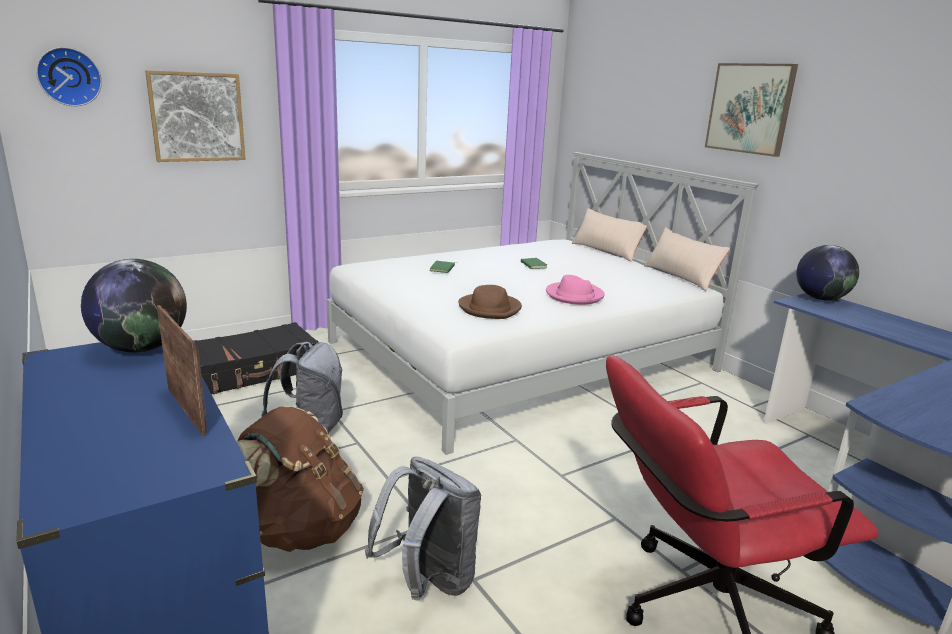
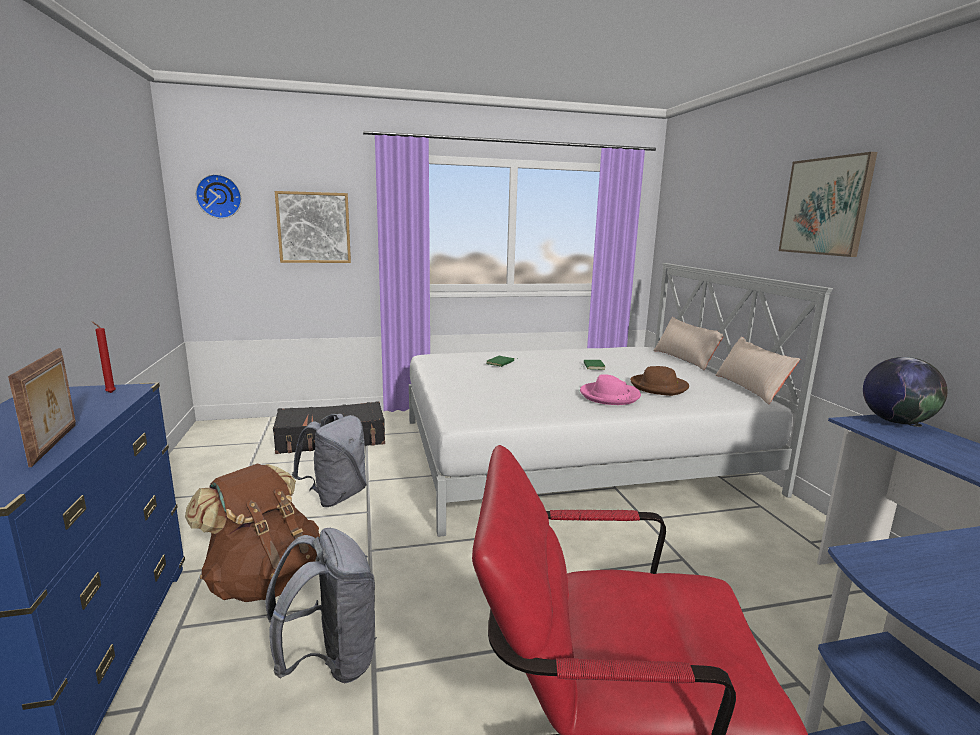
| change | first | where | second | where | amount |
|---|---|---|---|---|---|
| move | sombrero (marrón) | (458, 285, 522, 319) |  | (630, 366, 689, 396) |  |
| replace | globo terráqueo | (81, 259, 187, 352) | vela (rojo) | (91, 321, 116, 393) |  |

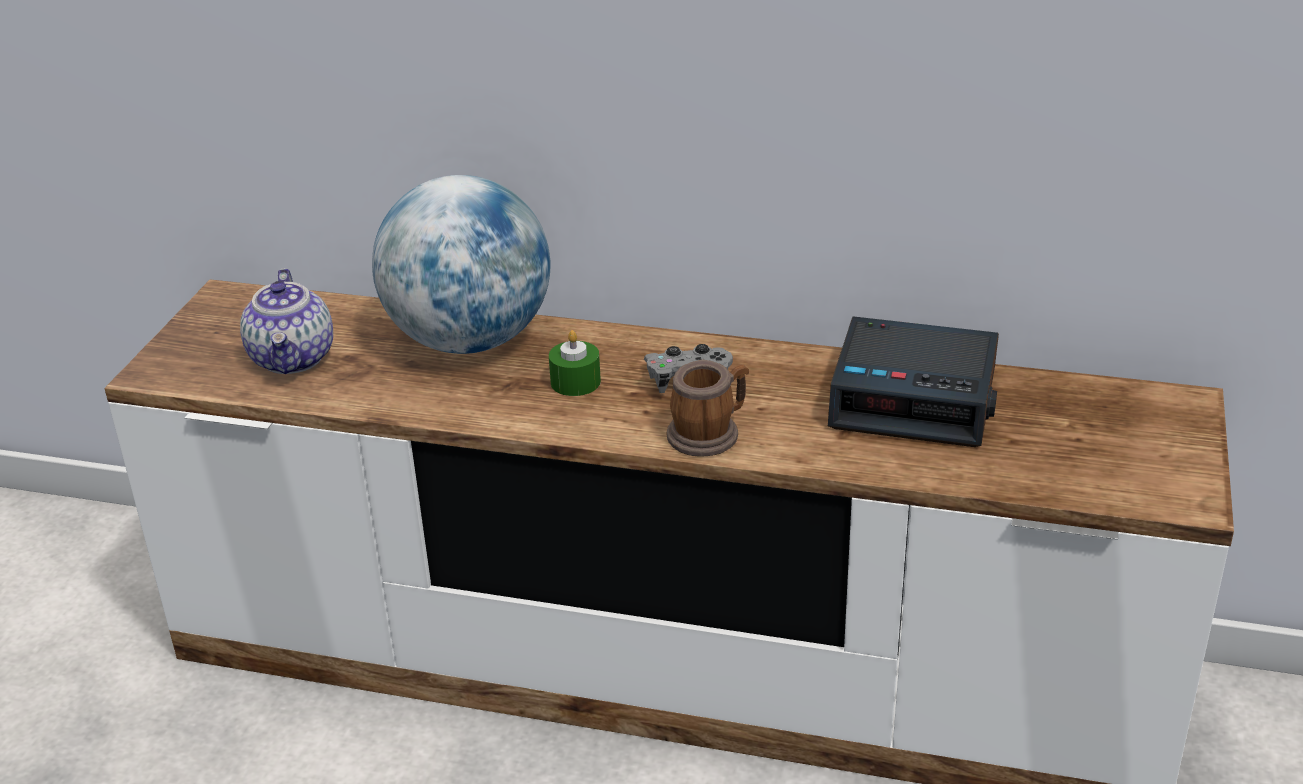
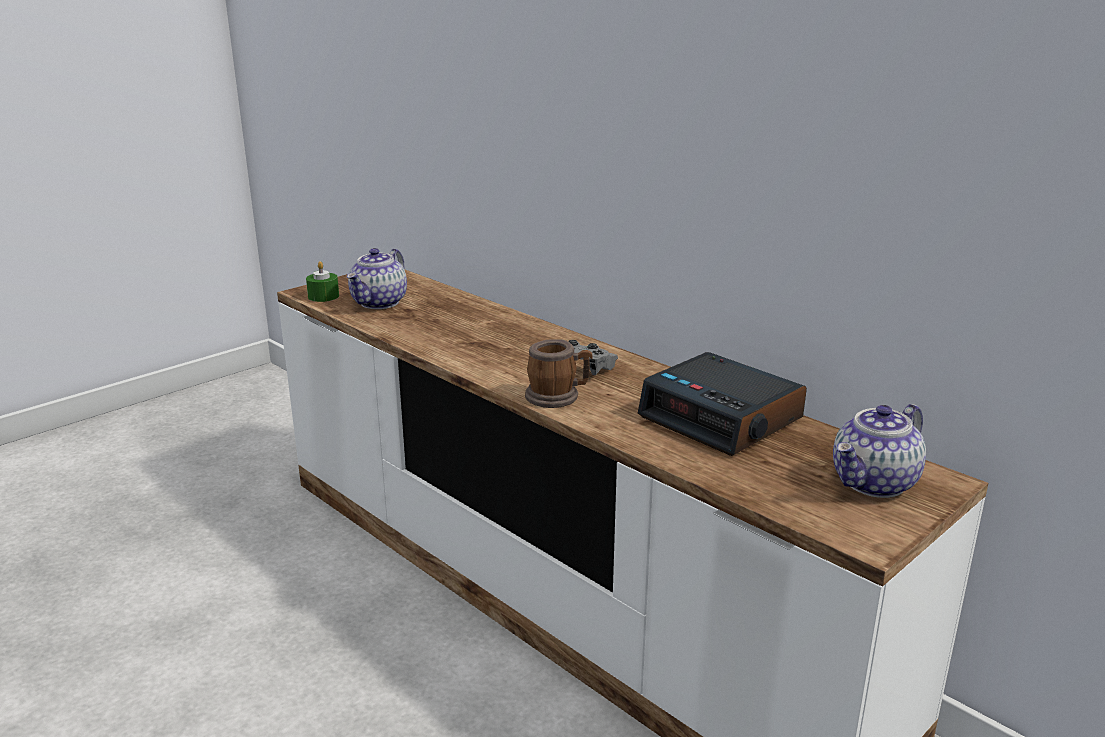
| change | first | where | second | where | amount |
|---|---|---|---|---|---|
| delete | globo terráqueo | (372, 175, 550, 354) |  |  |  |
| insert |  |  | tetera | (833, 404, 926, 498) |  |
| move | vela (verde) | (549, 330, 601, 396) |  | (306, 261, 339, 302) |  |

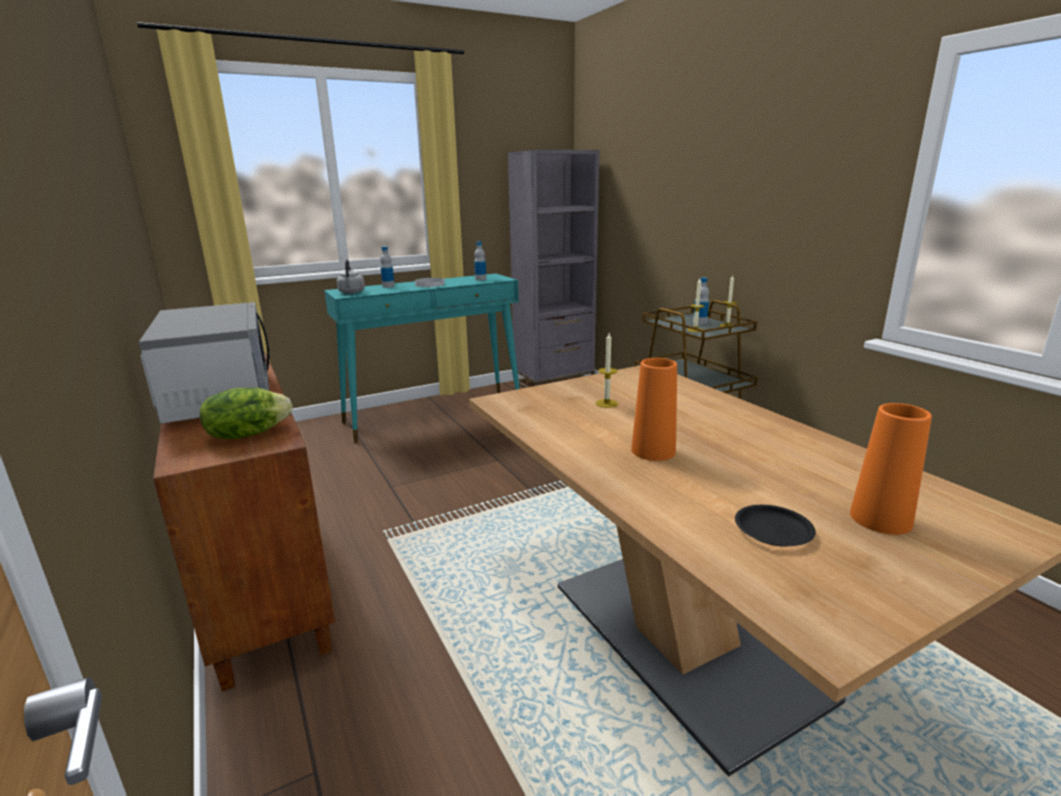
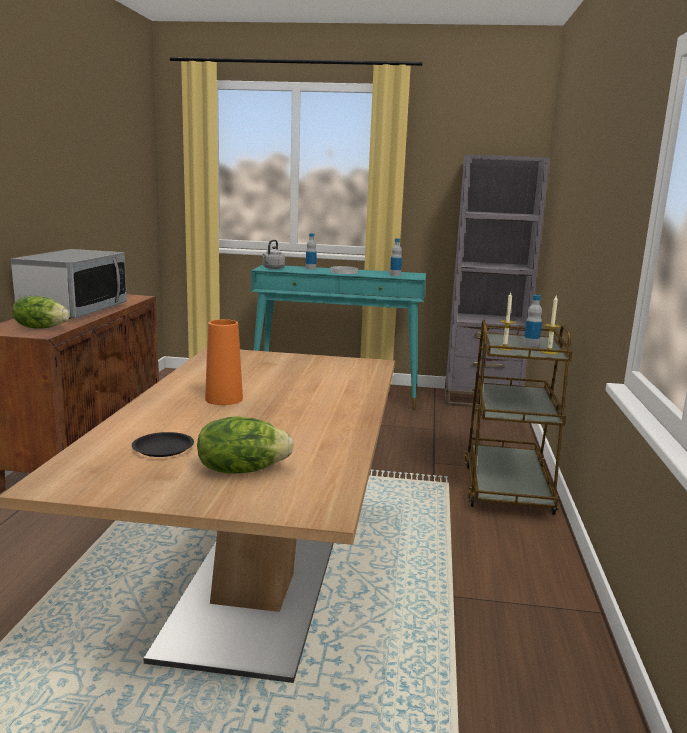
| change | first | where | second | where | amount |
|---|---|---|---|---|---|
| delete | vela | (596, 333, 618, 408) |  |  |  |
| replace | florero (naranja) | (850, 403, 932, 535) | lechuga | (197, 416, 294, 474) |  |

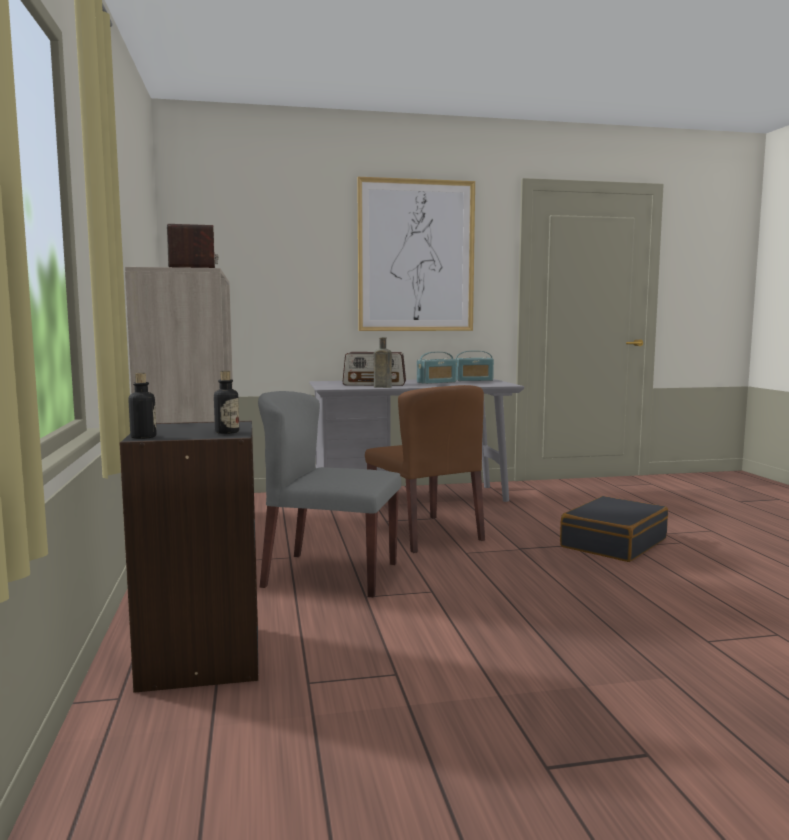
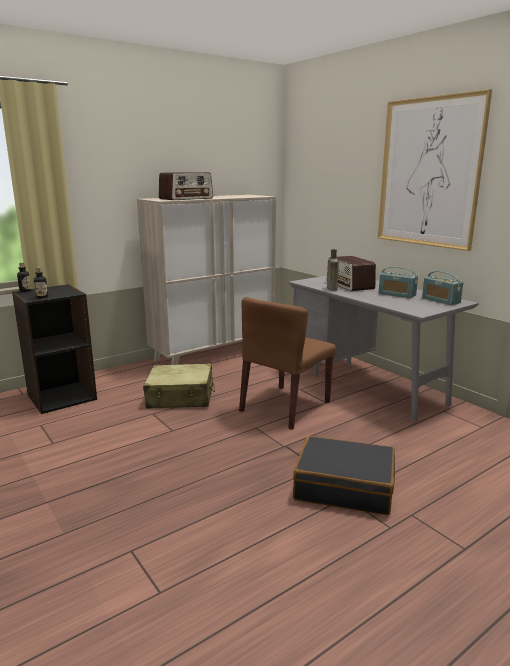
| change | first | where | second | where | amount |
|---|---|---|---|---|---|
| replace | silla (gris) | (258, 391, 401, 598) | maleta (beis) | (143, 363, 215, 408) |  |

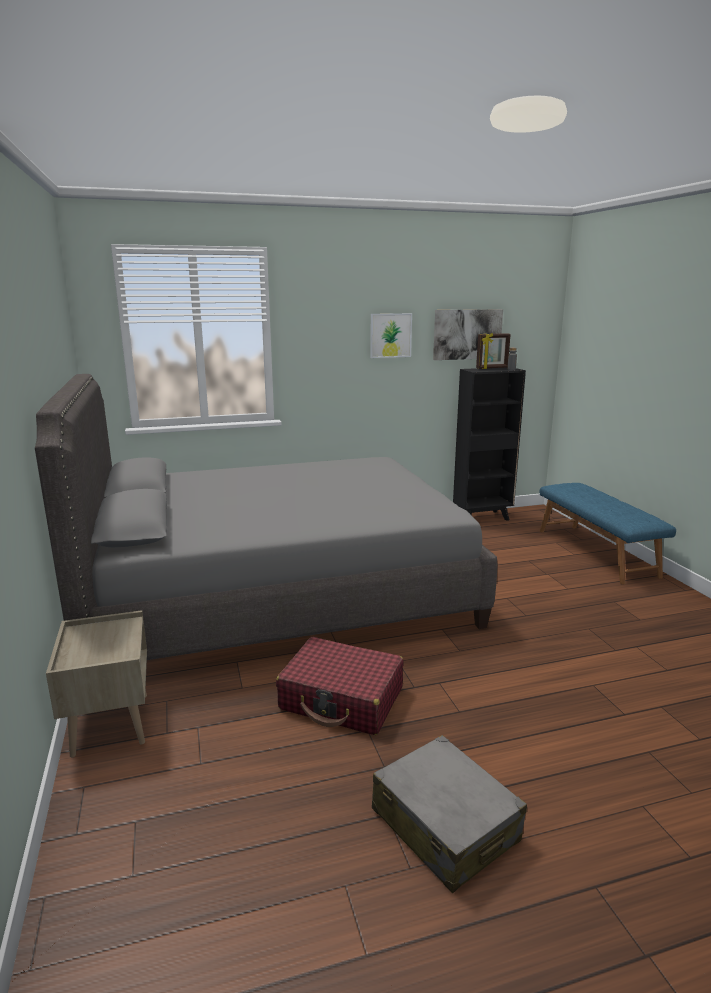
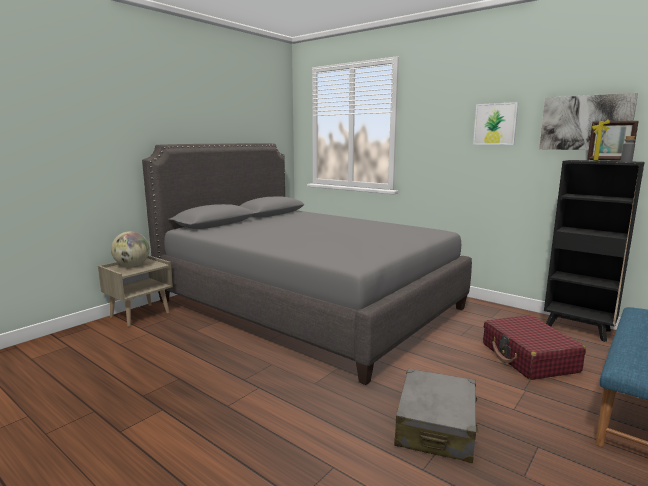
| change | first | where | second | where | amount |
|---|---|---|---|---|---|
| insert |  |  | globo terráqueo | (111, 231, 150, 267) |  |
| move | maleta (rojo) | (276, 637, 403, 735) |  | (483, 315, 586, 380) |  |
| move | maleta (gris) | (372, 735, 527, 893) |  | (394, 369, 479, 463) |  |

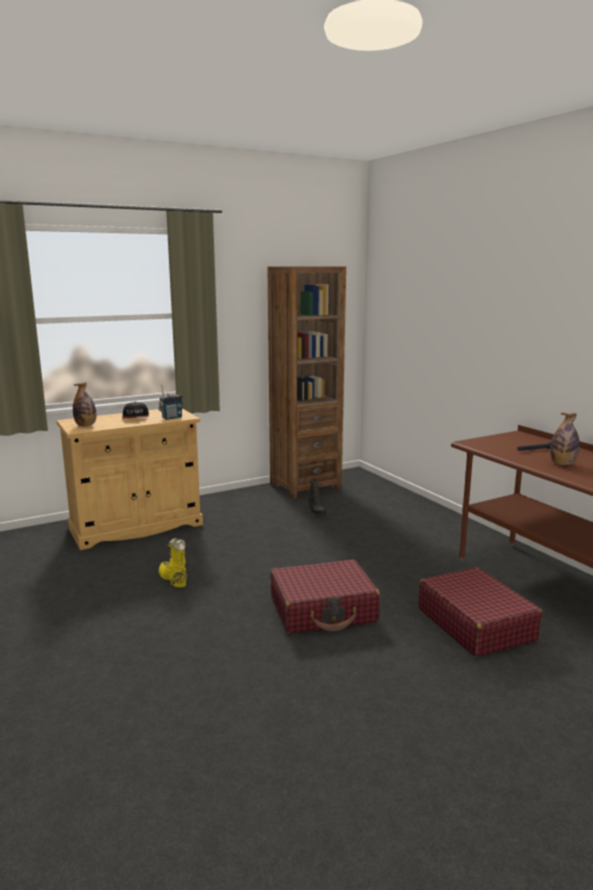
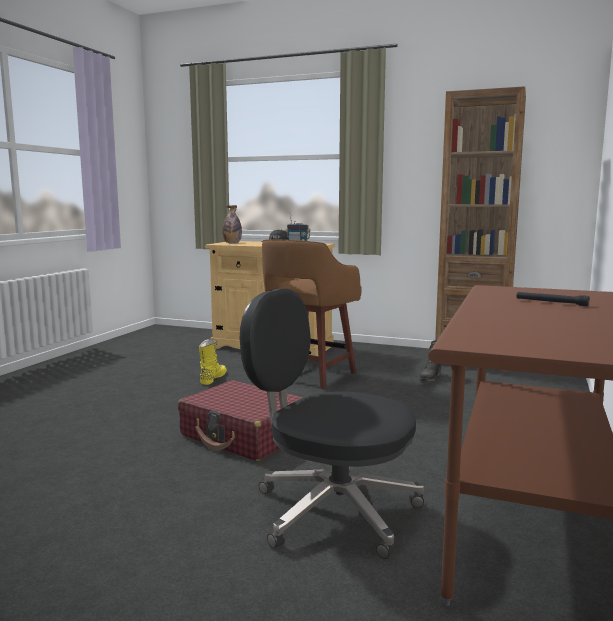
| change | first | where | second | where | amount |
|---|---|---|---|---|---|
| delete | botella | (550, 412, 580, 465) |  |  |  |
| insert |  |  | taburete (marrón) | (262, 239, 362, 389) |  |
| replace | maleta (rojo) | (419, 567, 542, 657) | silla de oficina (negro) | (240, 289, 424, 559) |  |

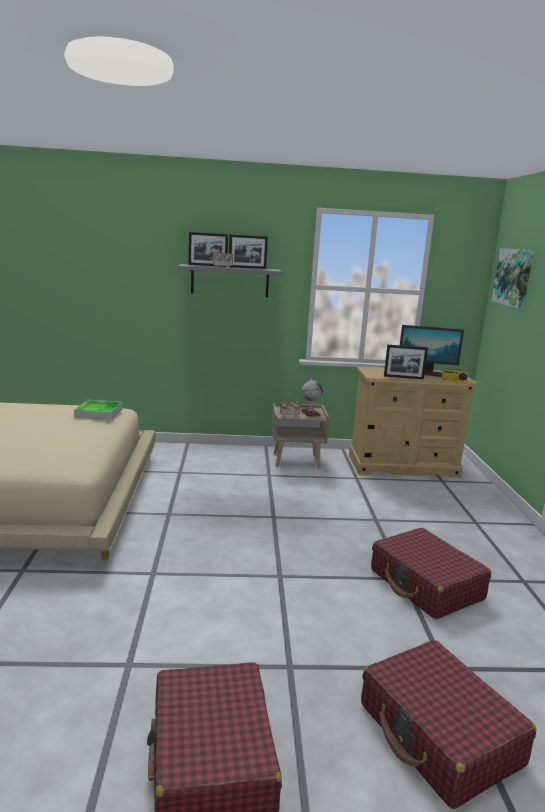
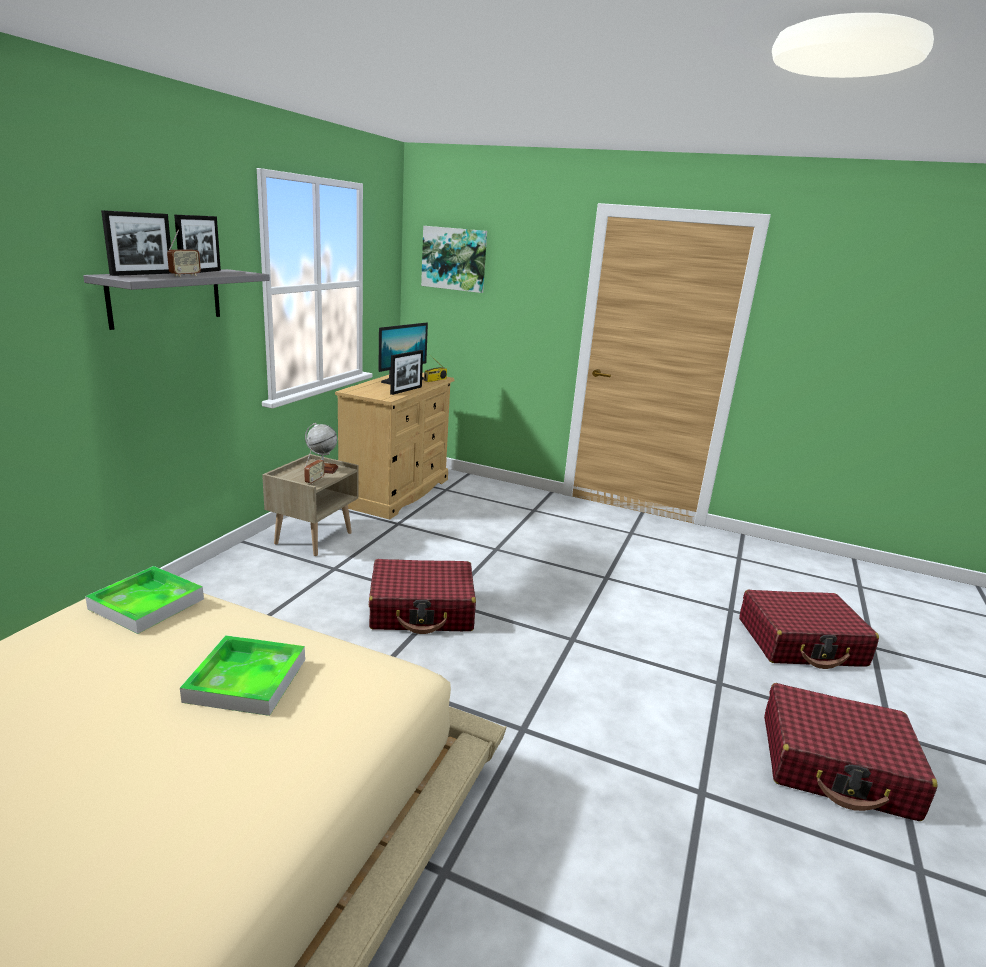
| change | first | where | second | where | amount |
|---|---|---|---|---|---|
| insert |  |  | bandeja | (180, 635, 305, 716) |  |
| move | maleta (rojo) | (371, 528, 491, 619) |  | (369, 559, 476, 634) |  |

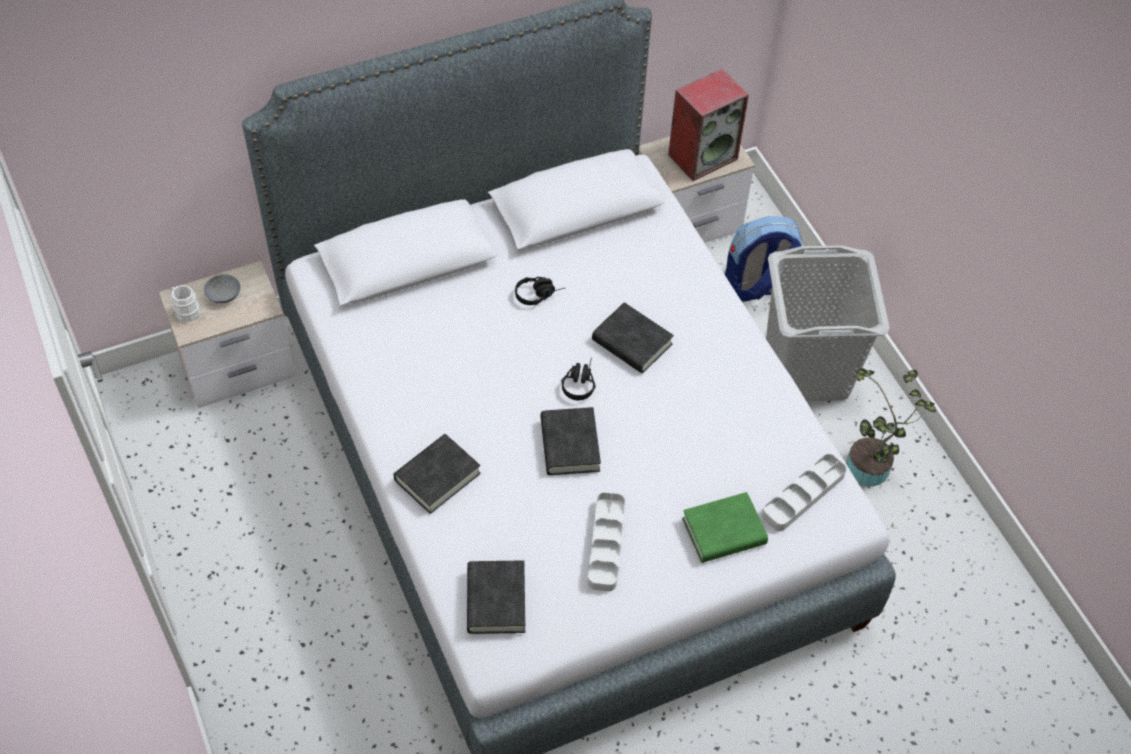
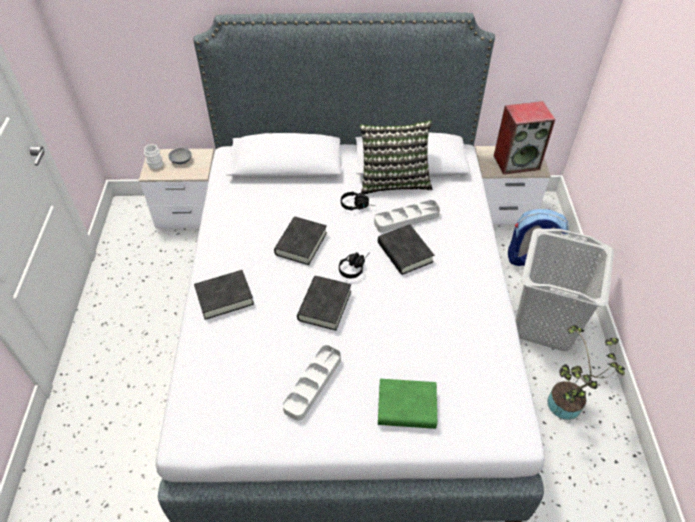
| change | first | where | second | where | amount |
|---|---|---|---|---|---|
| insert |  |  | cojín | (360, 120, 433, 195) |  |
| move | libro (negro) | (467, 560, 525, 634) |  | (274, 217, 327, 265) |  |
| move | bandeja (gris) | (762, 454, 846, 531) |  | (374, 200, 440, 233) |  |

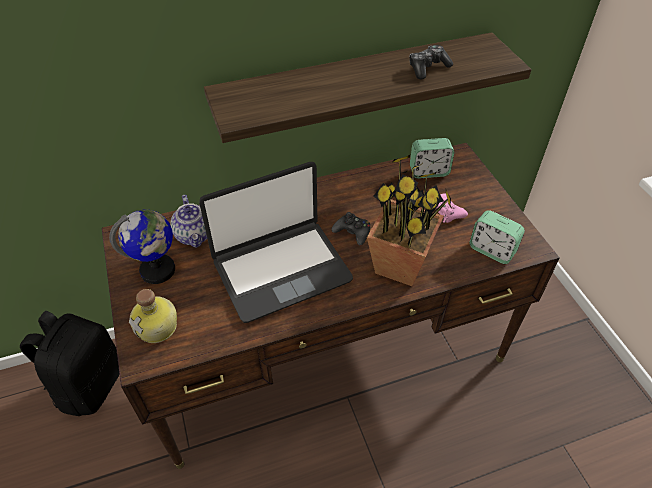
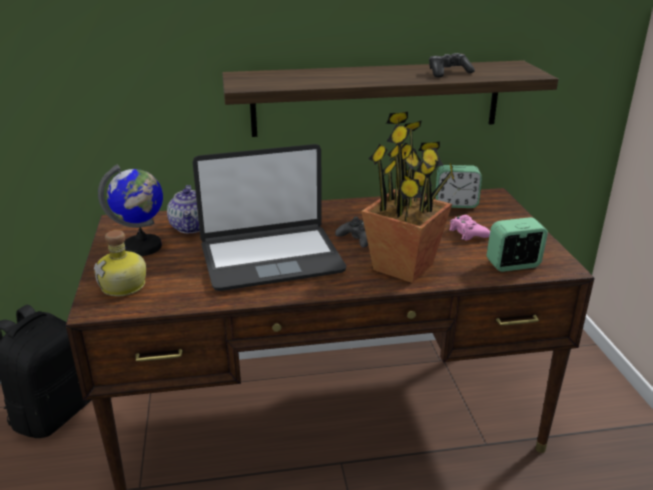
| change | first | where | second | where | amount |
|---|---|---|---|---|---|
| rotate | despertador | (469, 210, 525, 264) |  | (487, 217, 548, 272) | 120 degrees clockwise |

